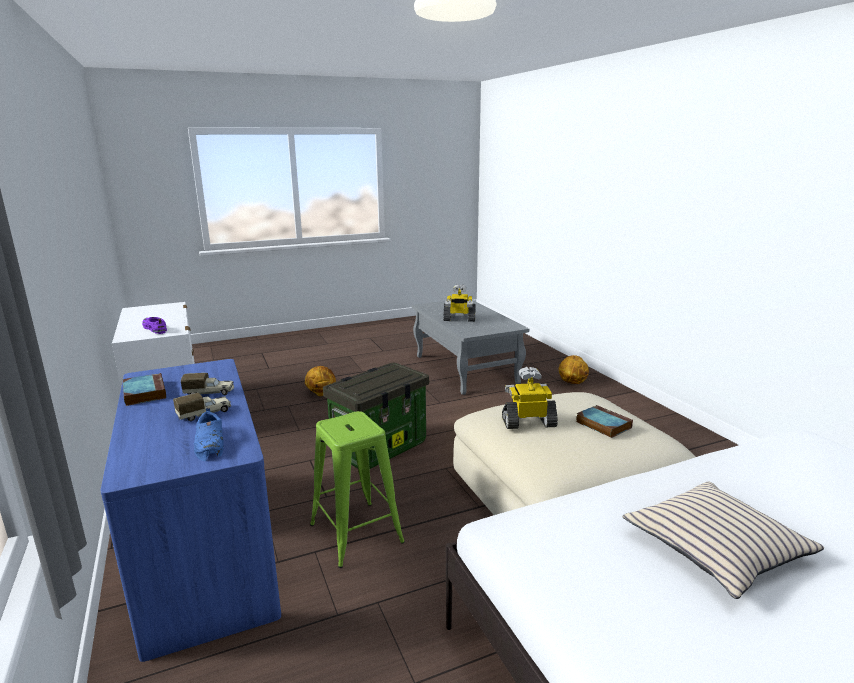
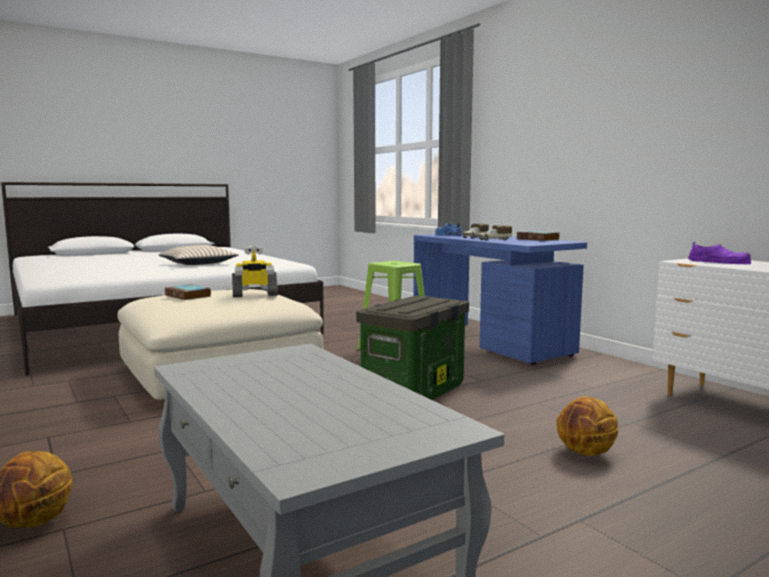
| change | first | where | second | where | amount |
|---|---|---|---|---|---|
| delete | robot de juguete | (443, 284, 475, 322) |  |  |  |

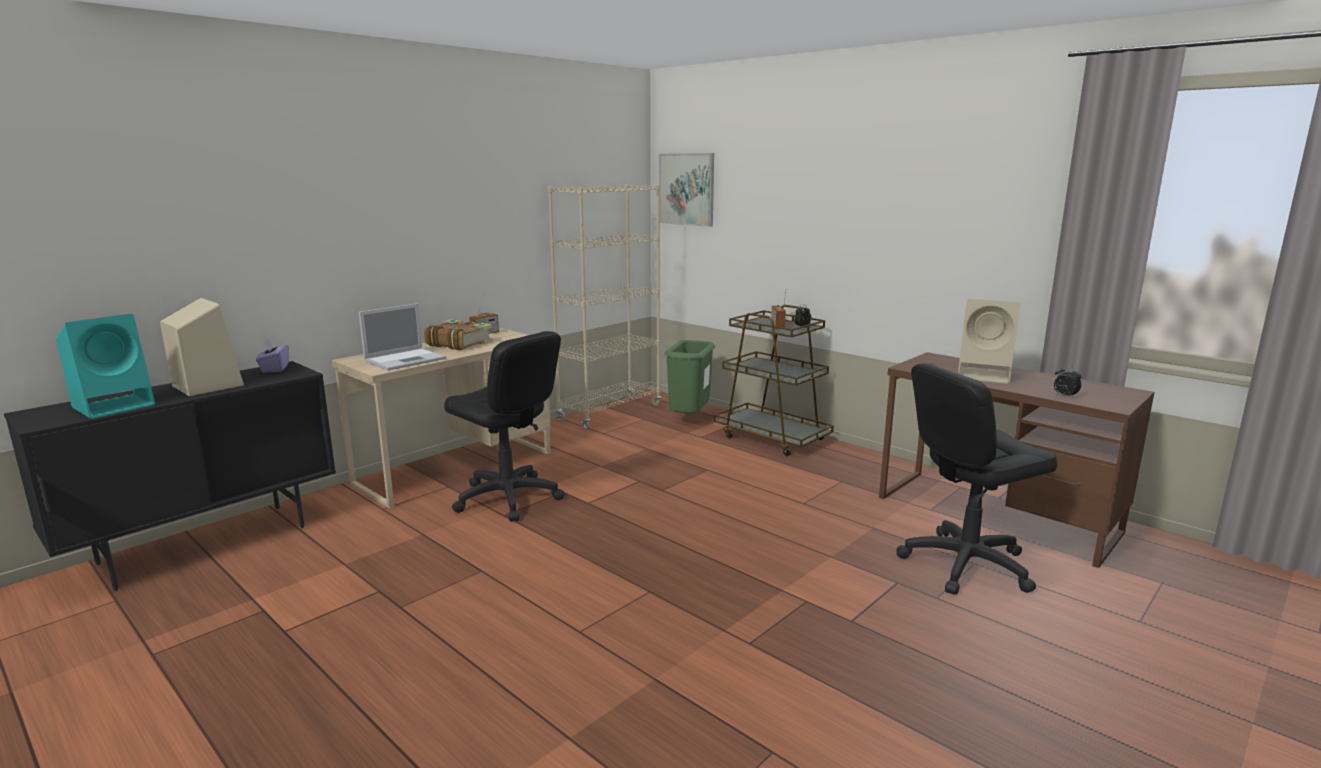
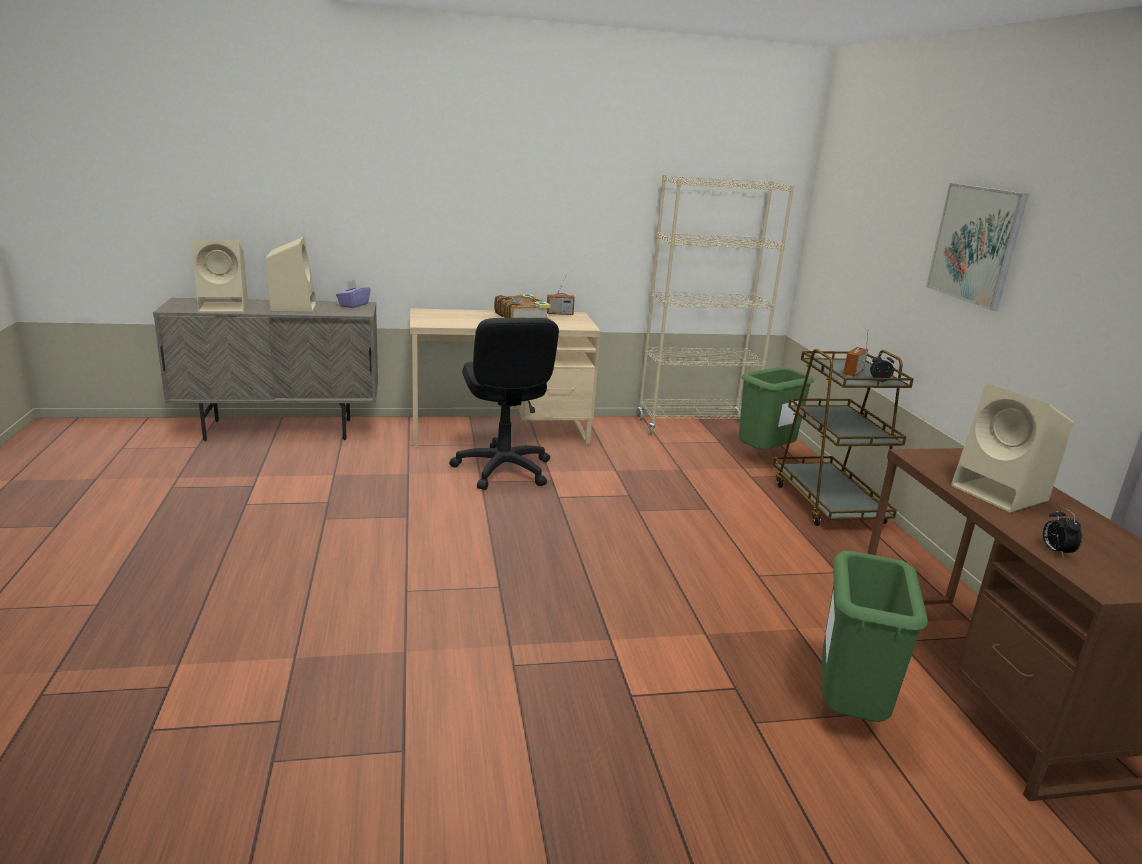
| change | first | where | second | where | amount |
|---|---|---|---|---|---|
| delete | portátil | (359, 303, 446, 371) |  |  |  |
| move | cuadro | (659, 153, 714, 227) |  | (926, 183, 1028, 311) |  |
| replace | silla de oficina (negro) | (896, 363, 1058, 595) | papelera (verde) | (822, 551, 928, 722) |  |
| recolor | armario (negro) | (4, 361, 336, 591) | armario (beis) | (153, 298, 378, 441) |  |
| recolor | altavoz (turquesa) | (56, 314, 155, 419) | altavoz (beis) | (192, 239, 248, 312) |  |

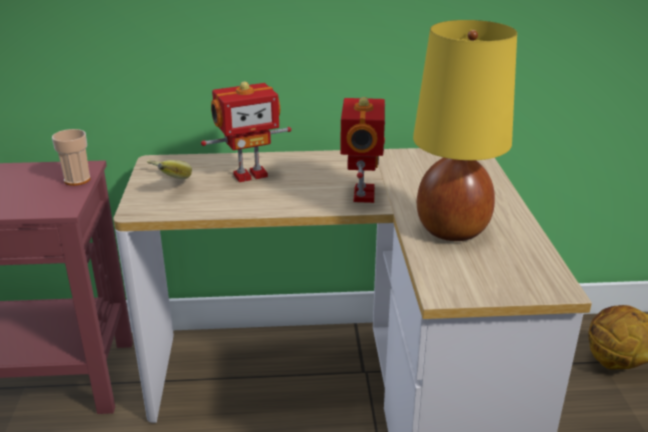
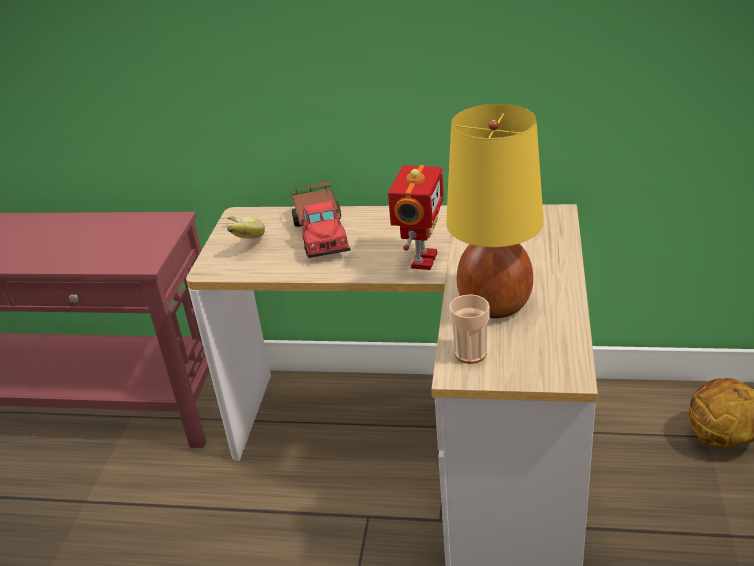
| change | first | where | second | where | amount |
|---|---|---|---|---|---|
| move | taza | (52, 129, 90, 186) |  | (449, 294, 490, 364) |  |
| replace | robot de juguete | (201, 81, 292, 182) | camión de juguete | (291, 181, 351, 258) |  |

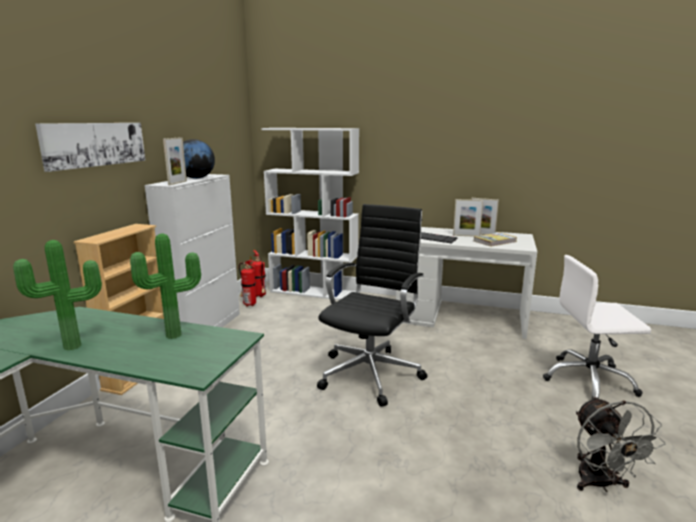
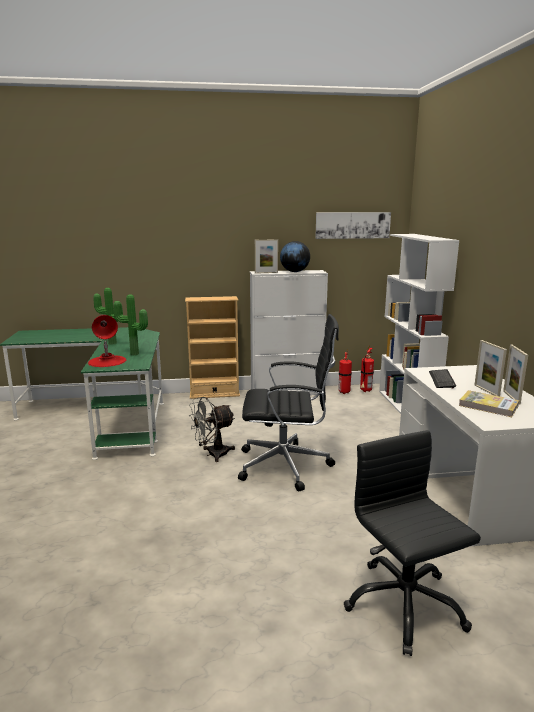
| change | first | where | second | where | amount |
|---|---|---|---|---|---|
| insert |  |  | lámpara de mesa (rojo) | (88, 315, 126, 367) |  |
| move | cuadro | (35, 123, 146, 172) |  | (315, 212, 391, 239) |  |
| move | ventilador (gris) | (576, 396, 666, 492) |  | (189, 397, 235, 462) |  |
| recolor | silla de oficina (blanco) | (543, 255, 651, 400) | silla de oficina (negro) | (344, 430, 481, 656) |  |

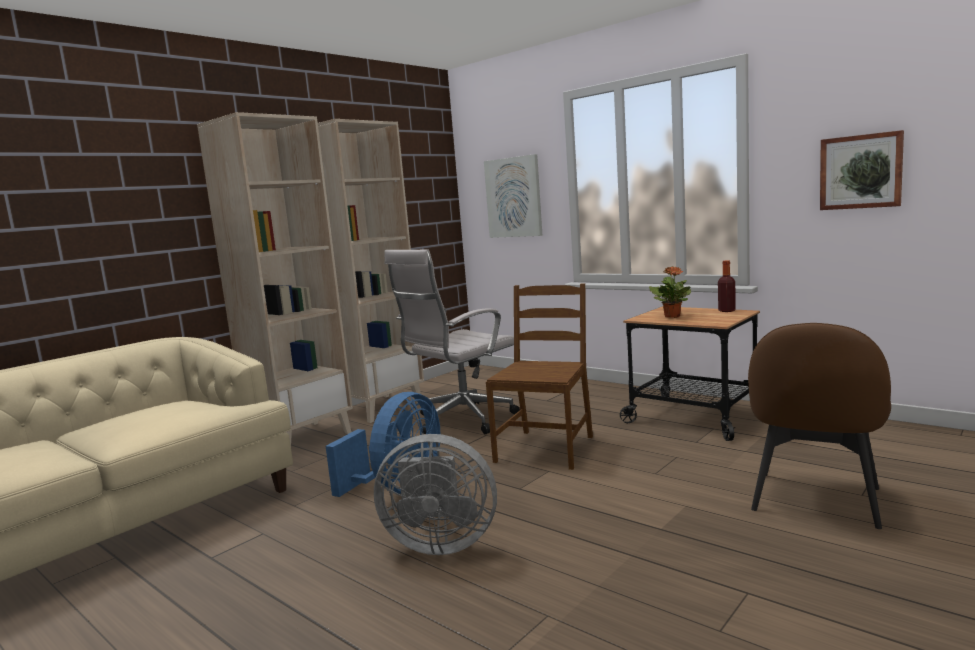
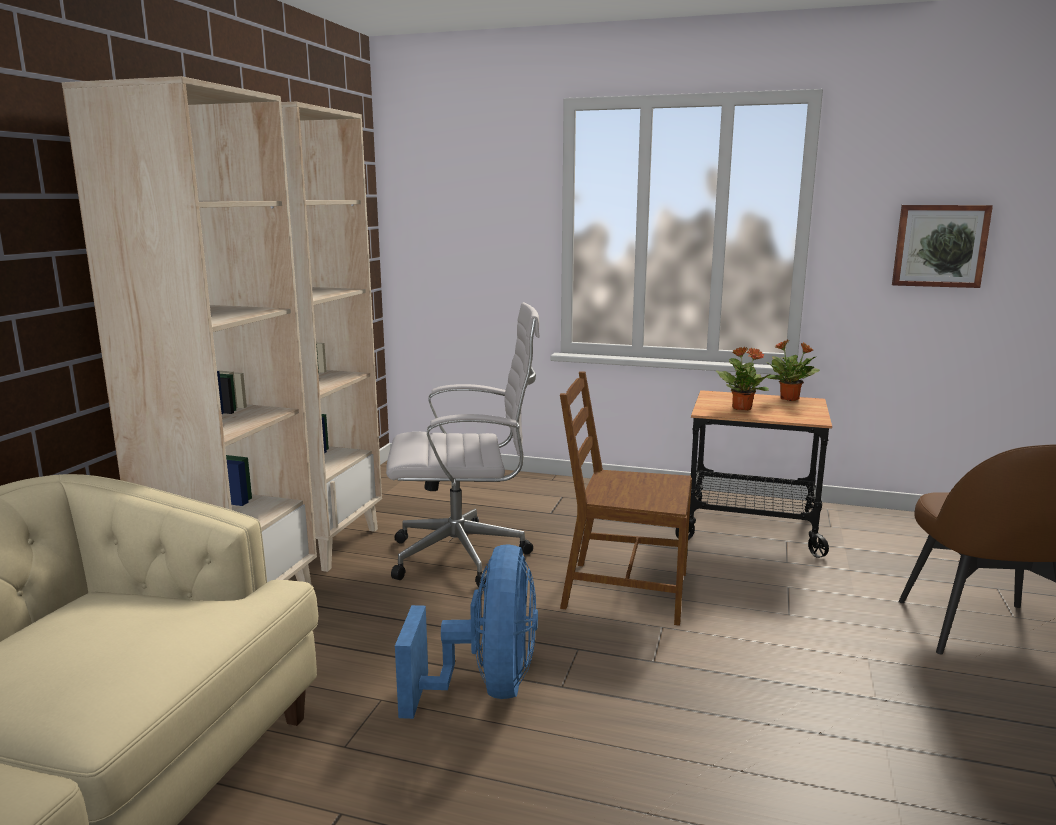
| change | first | where | second | where | amount |
|---|---|---|---|---|---|
| delete | ventilador (gris) | (374, 434, 497, 555) |  |  |  |
| delete | cuadro | (484, 154, 542, 238) |  |  |  |
| replace | botella | (718, 260, 736, 312) | planta en maceta | (766, 339, 820, 401) |  |
| rotate | silla de oficina (blanco) | (384, 249, 520, 434) |  | (386, 302, 540, 588) | 120 degrees counterclockwise |
| rotate | silla (marrón) | (486, 283, 593, 470) |  | (560, 371, 692, 626) | 75 degrees counterclockwise |

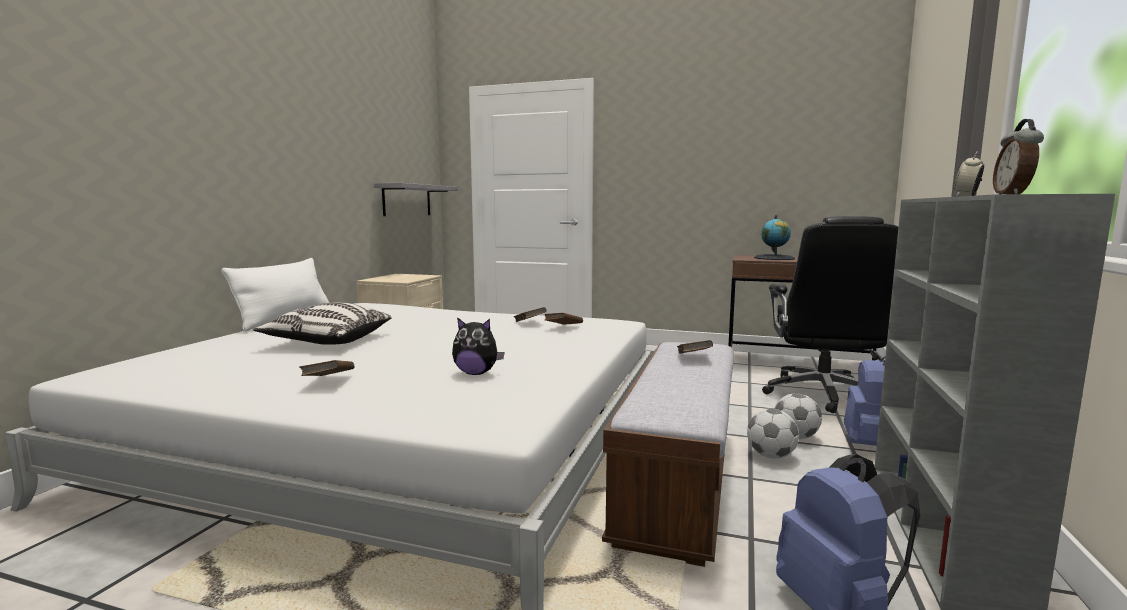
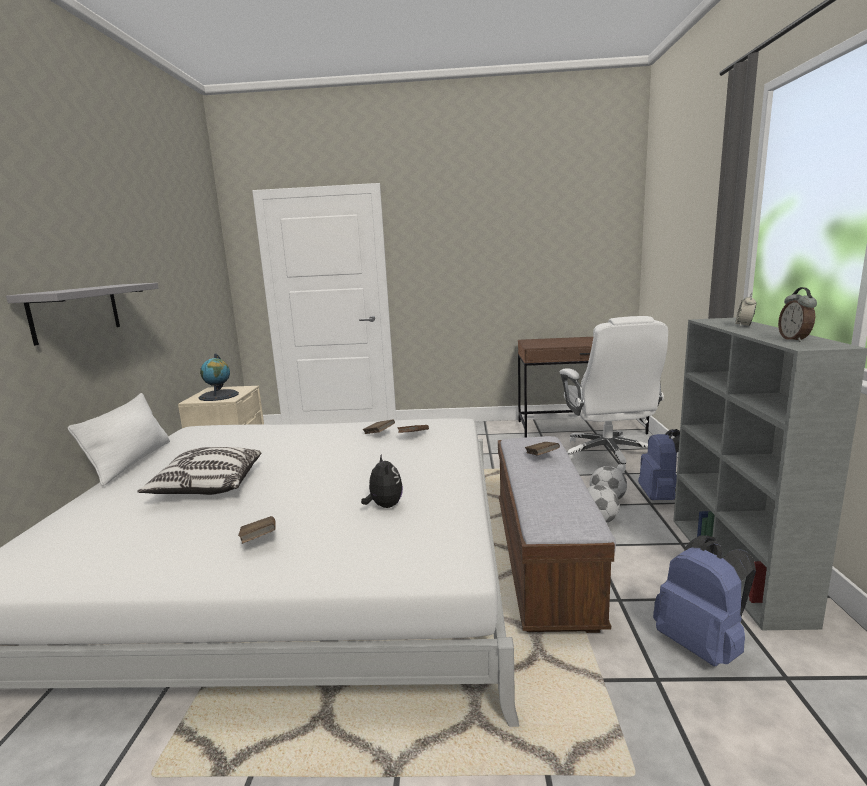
| change | first | where | second | where | amount |
|---|---|---|---|---|---|
| move | estante (gris) | (374, 183, 458, 216) |  | (6, 283, 159, 346) |  |
| move | globo terráqueo | (754, 215, 795, 260) |  | (199, 354, 239, 401) |  |
| recolor | silla de oficina (negro) | (762, 215, 898, 413) | silla de oficina (blanco) | (560, 316, 668, 472) |  |
| rotate | peluche | (452, 317, 504, 375) |  | (361, 453, 403, 508) | 105 degrees counterclockwise |

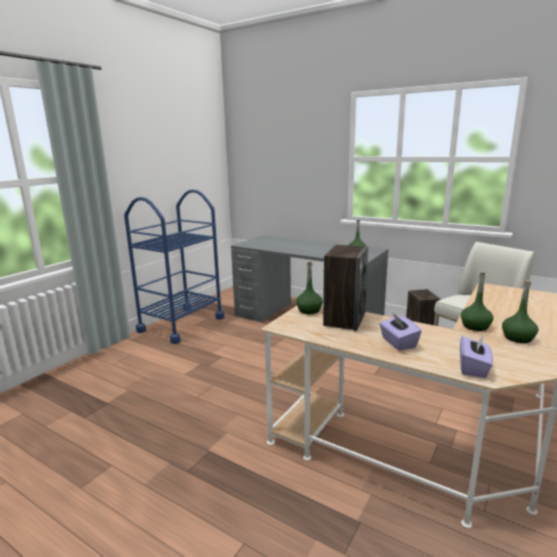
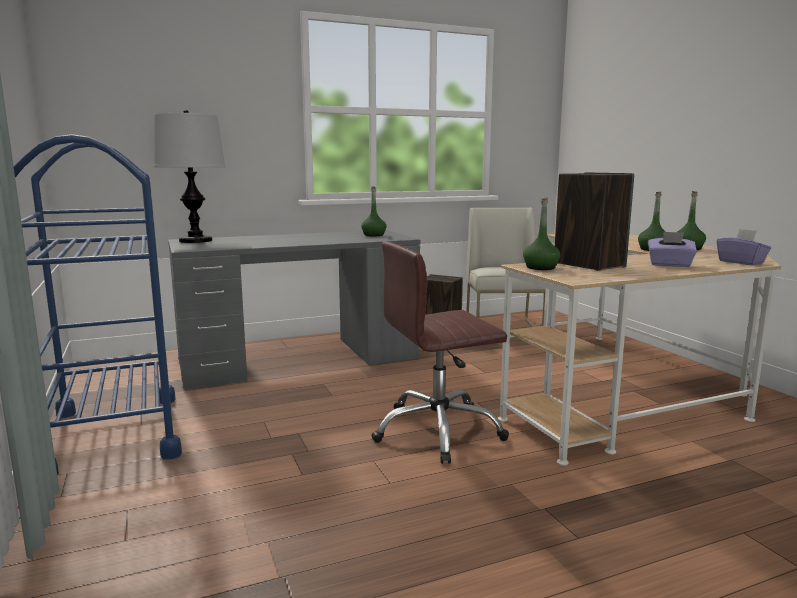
| change | first | where | second | where | amount |
|---|---|---|---|---|---|
| insert |  |  | lámpara de mesa | (154, 110, 225, 243) |  |
| insert |  |  | silla de oficina (marrón) | (371, 241, 509, 464) |  |

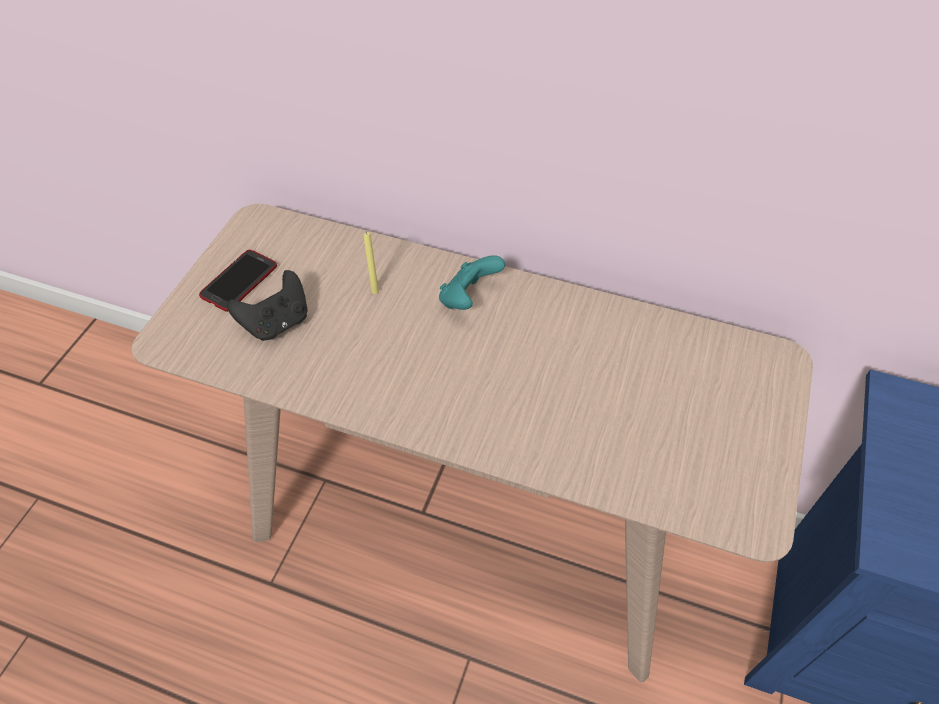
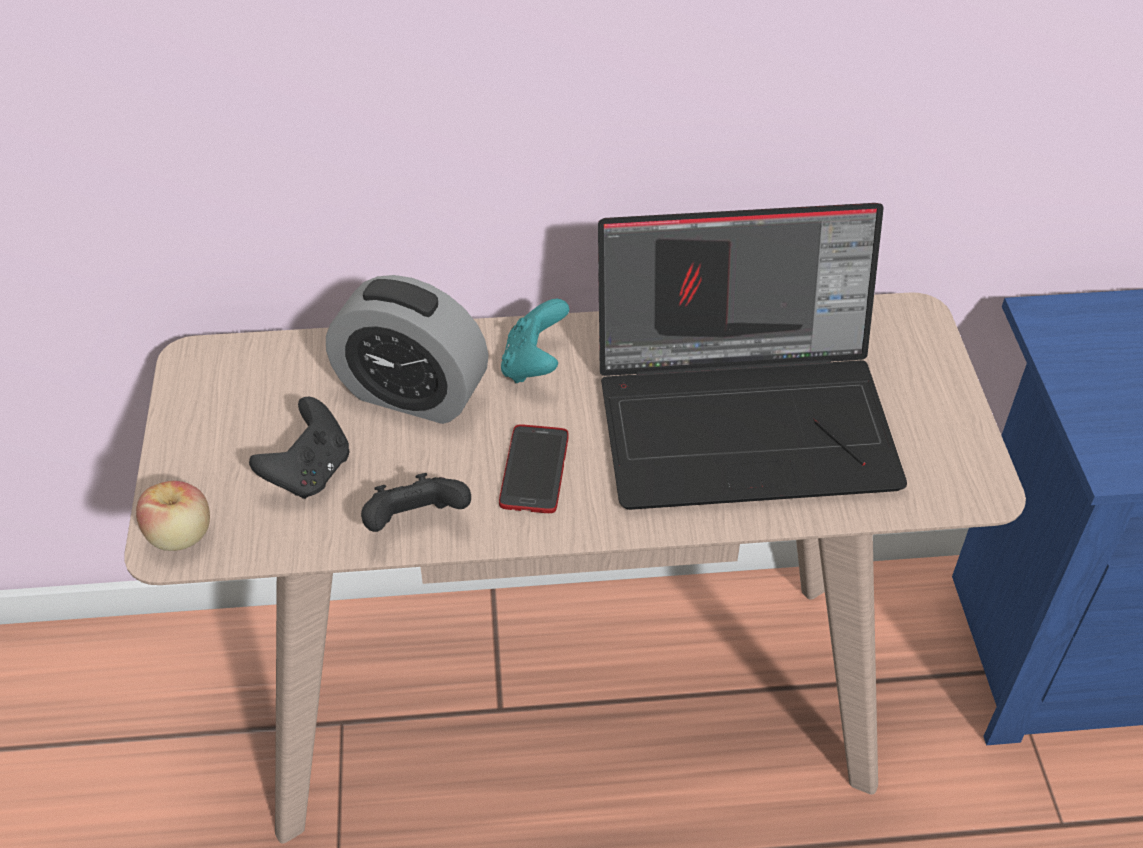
| change | first | where | second | where | amount |
|---|---|---|---|---|---|
| insert |  |  | manzana | (136, 481, 210, 551) |  |
| insert |  |  | mando de consola (negro) | (361, 473, 471, 532) |  |
| insert |  |  | portátil | (598, 203, 907, 510) |  |
| move | móvil | (199, 250, 277, 312) |  | (499, 424, 568, 513) |  |
| replace | vela (amarillo) | (364, 232, 379, 294) | despertador | (326, 275, 489, 424) |  |

